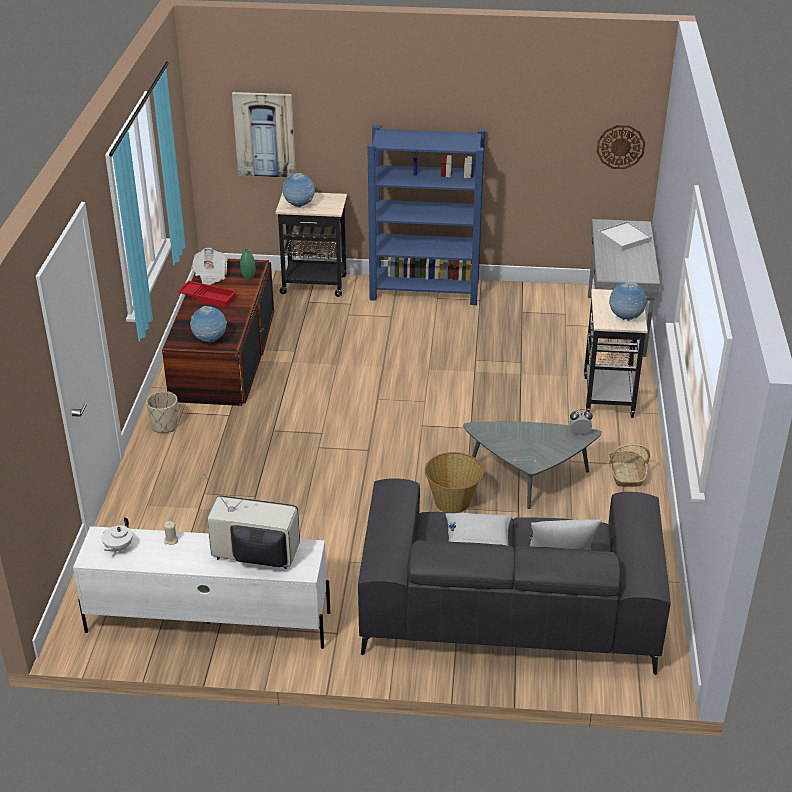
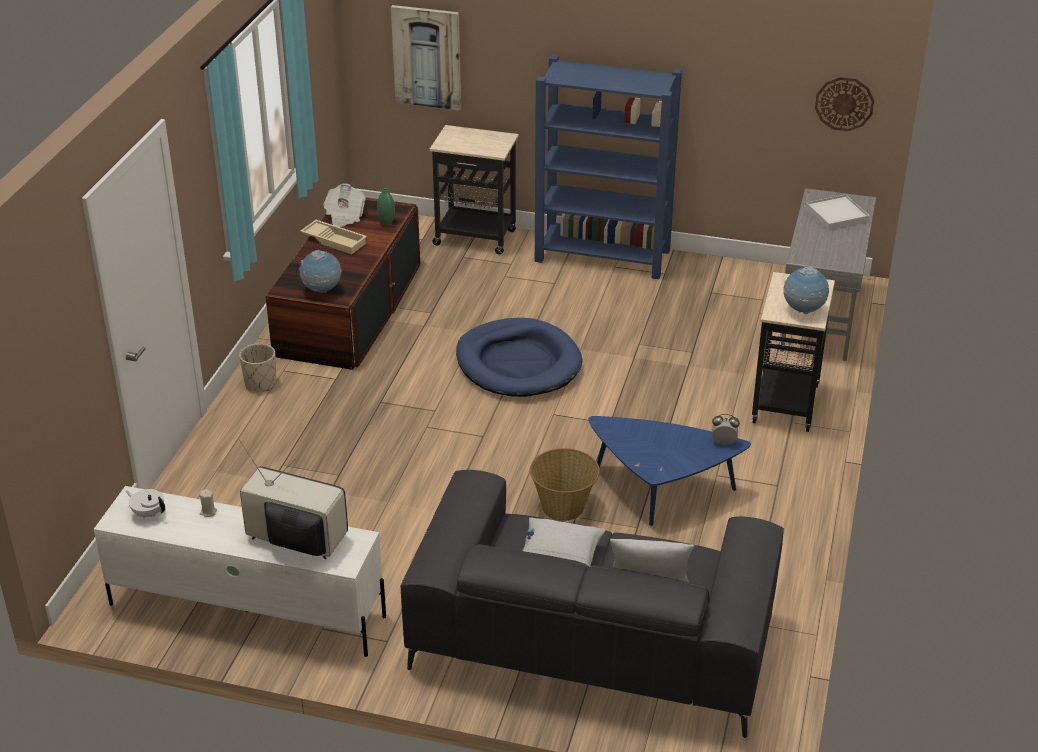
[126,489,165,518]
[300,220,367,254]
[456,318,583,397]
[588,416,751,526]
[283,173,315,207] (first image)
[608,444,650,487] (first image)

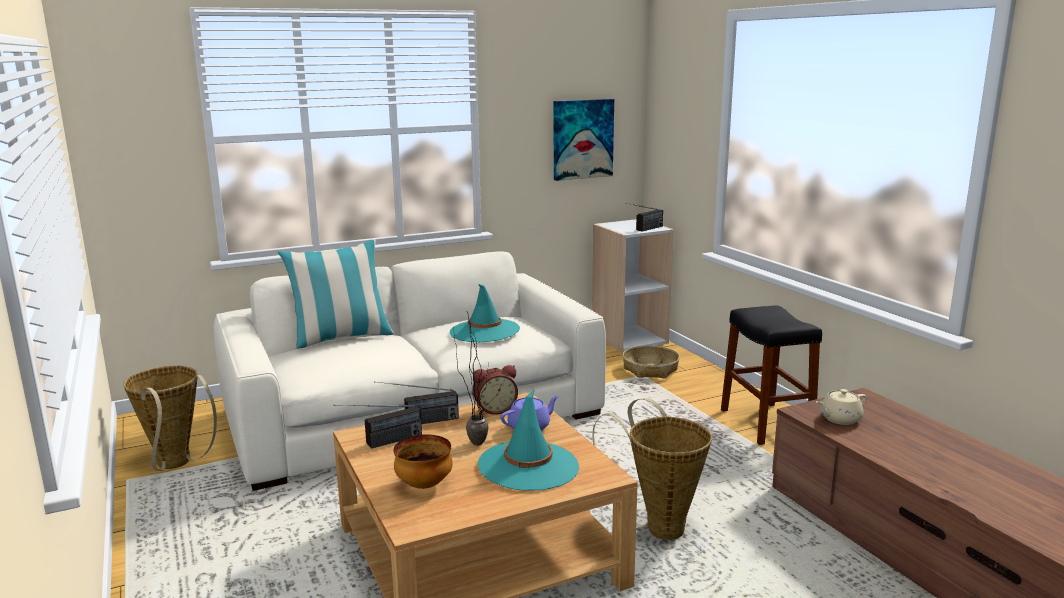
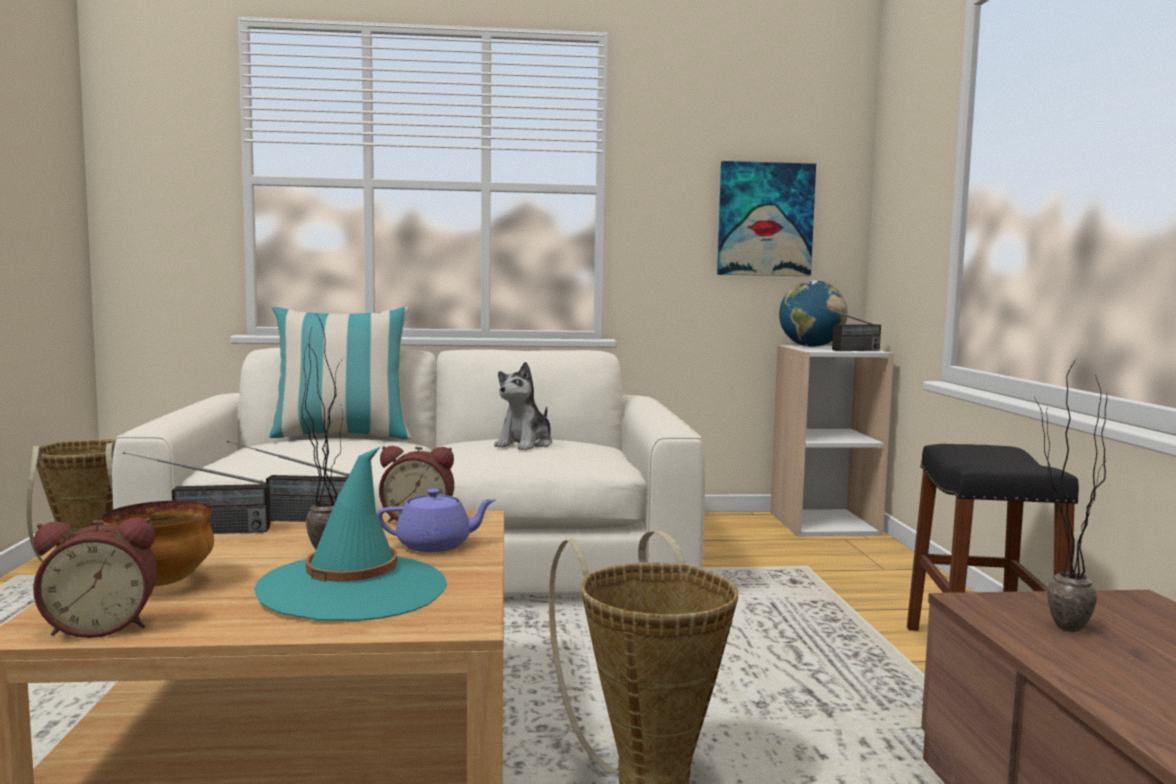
[33,517,157,638]
[494,362,552,451]
[779,280,847,347]
[1034,359,1107,632]
[623,345,680,379] (first image)

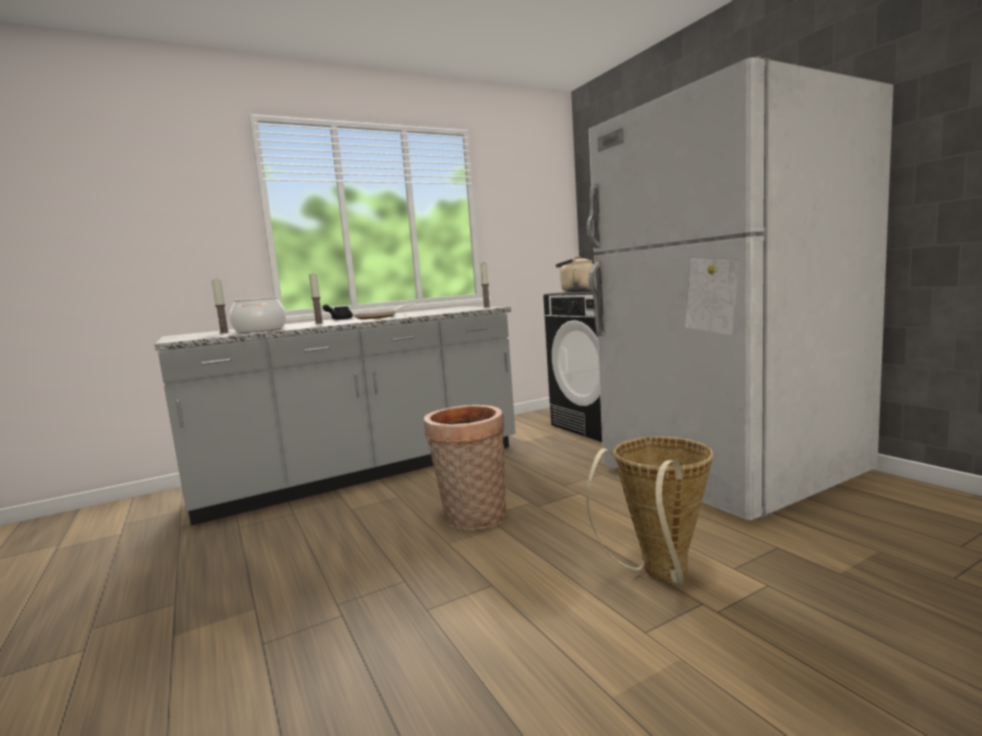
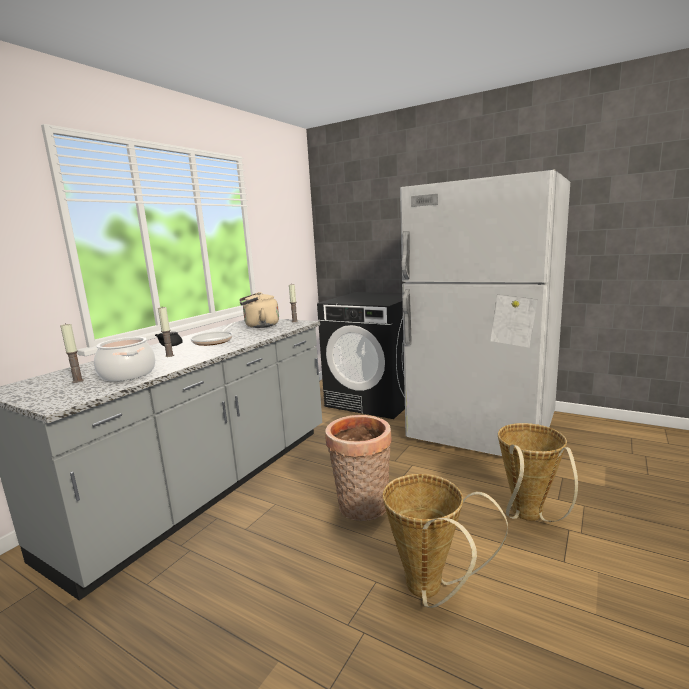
[239,292,279,328]
[382,474,508,608]

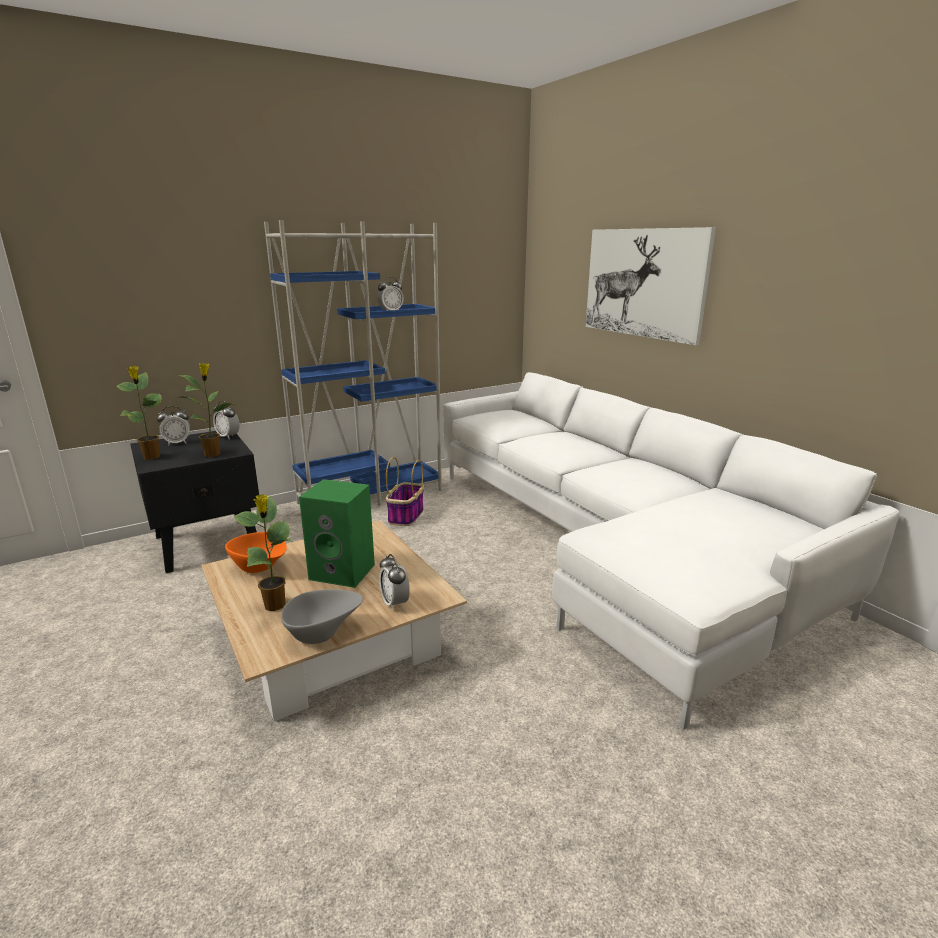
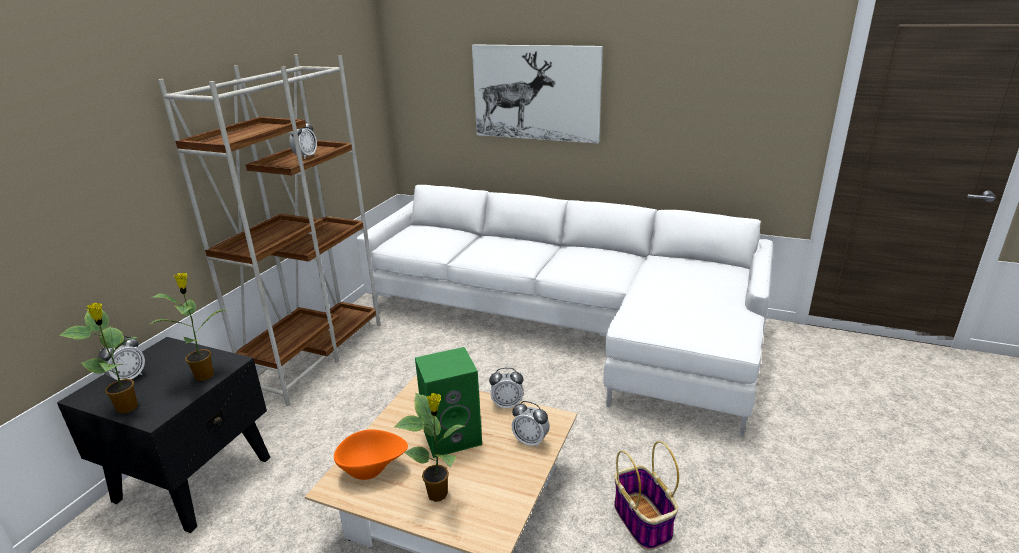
[158,54,380,406]
[489,367,524,409]
[614,441,679,550]
[281,589,363,644] (first image)

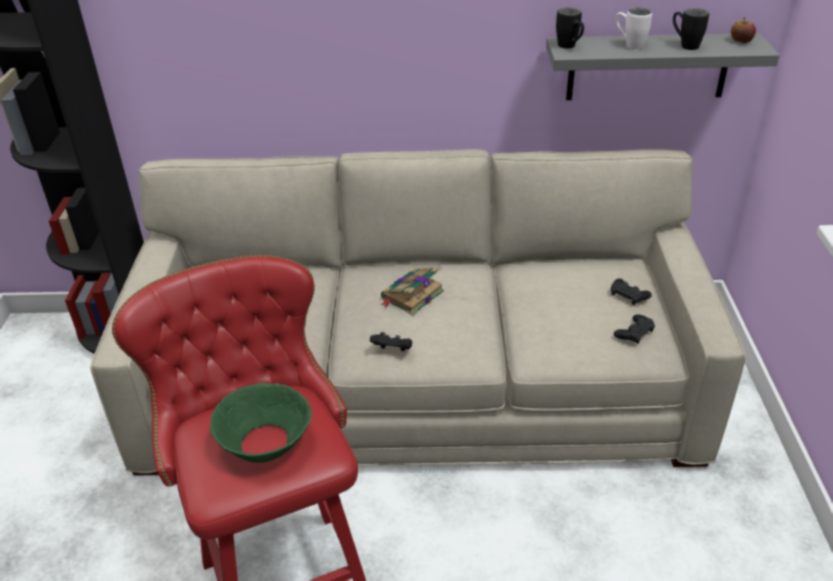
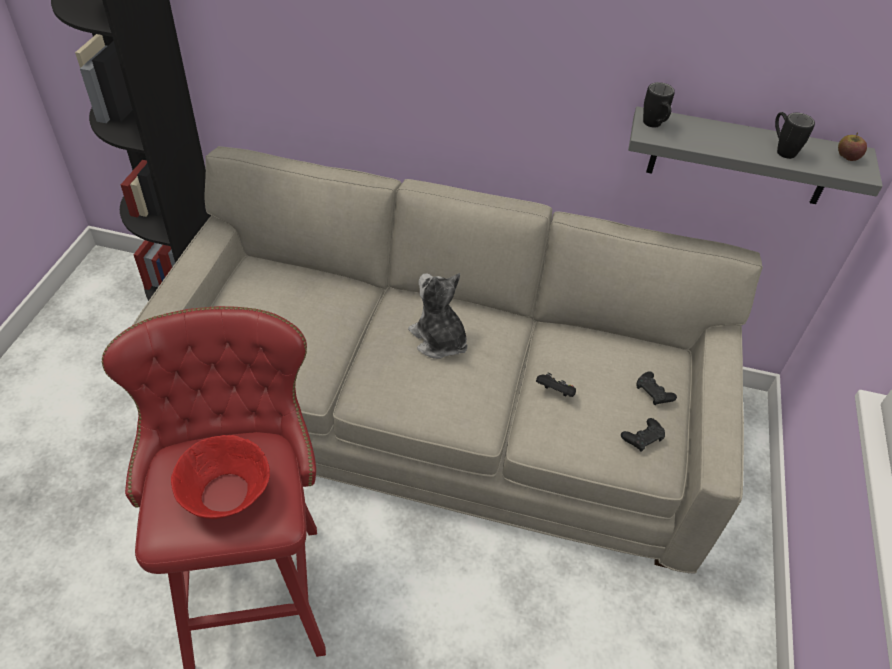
[171,435,270,519]
[408,273,468,359]
[536,372,576,397]
[616,8,652,49] (first image)

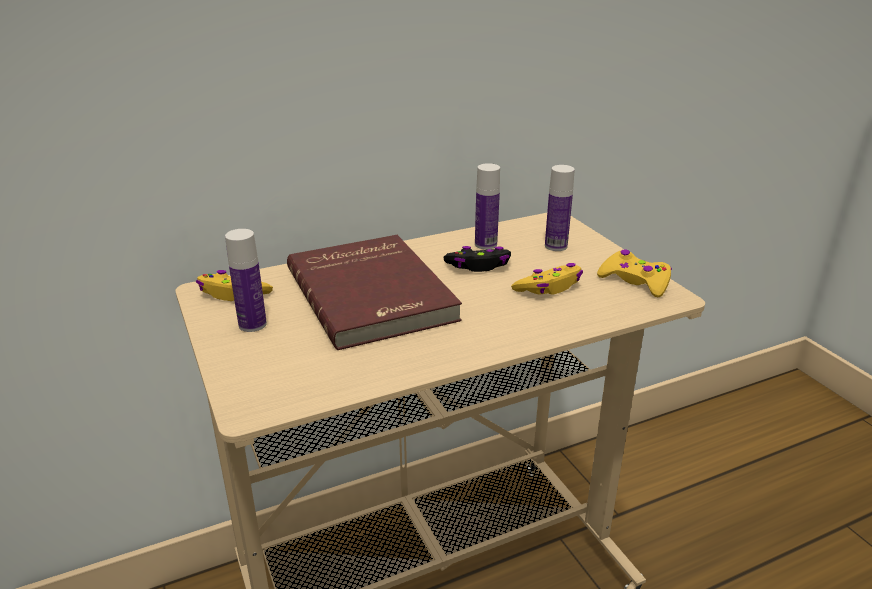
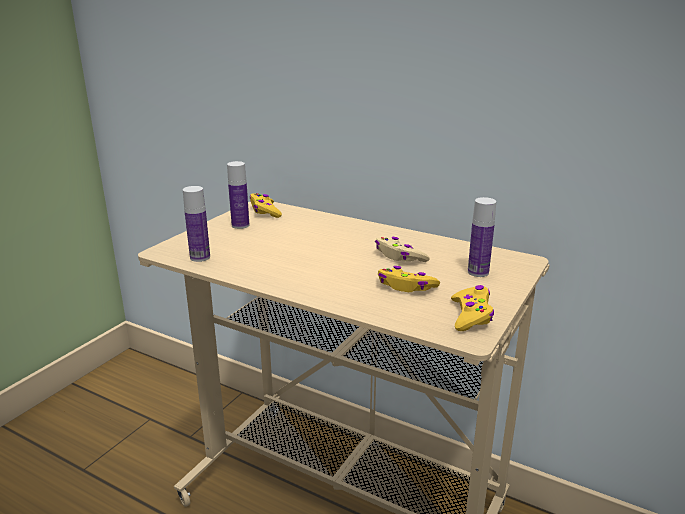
[183,186,210,262]
[375,237,430,262]
[287,235,462,350] (first image)

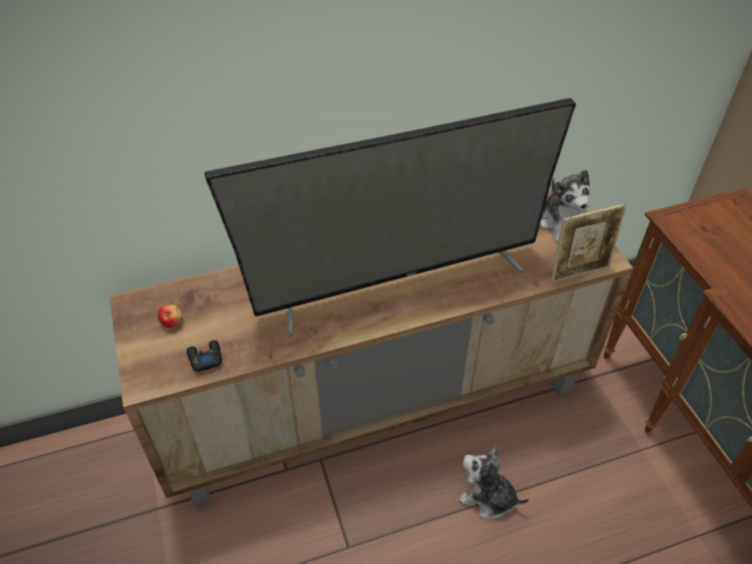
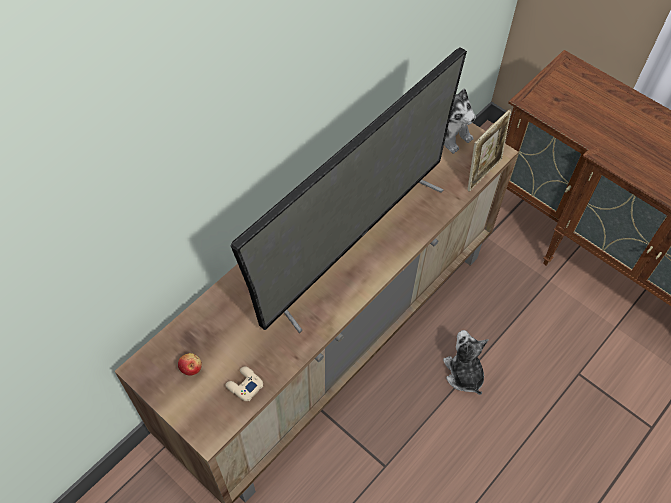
[225,366,263,401]
[443,330,489,395]

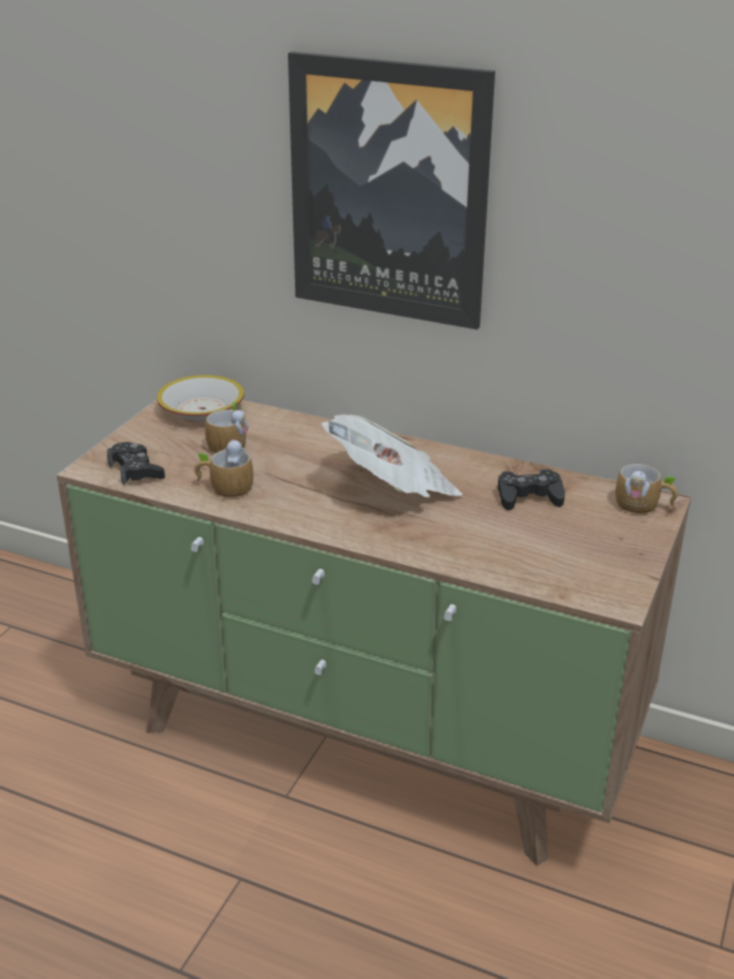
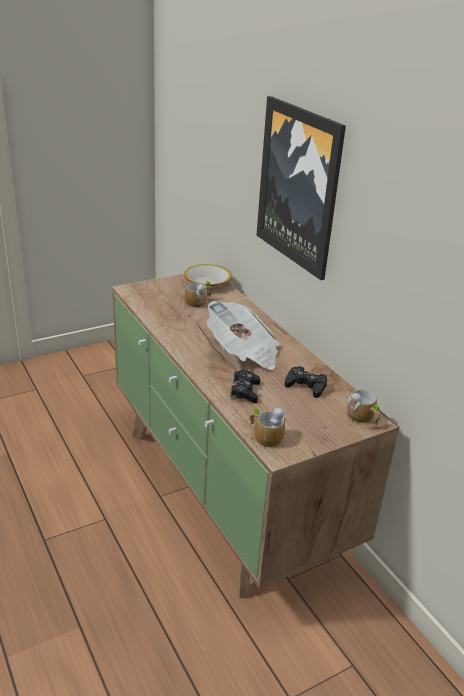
[230,370,260,403]
[250,407,286,448]

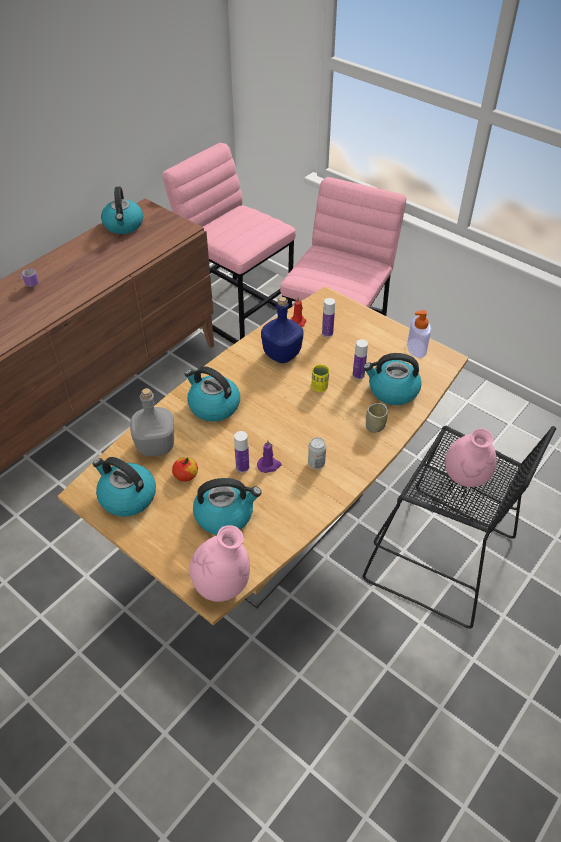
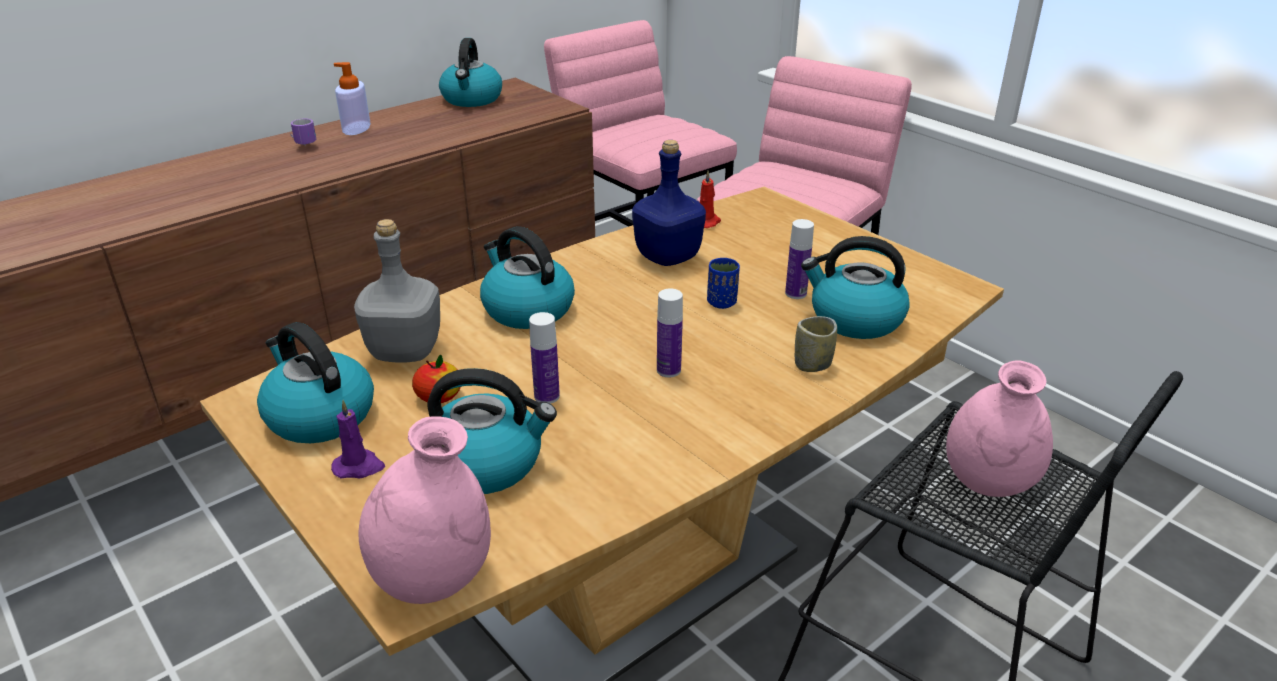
[331,400,385,478]
[334,62,371,135]
[657,289,683,377]
[707,257,740,309]
[308,437,326,469] (first image)

